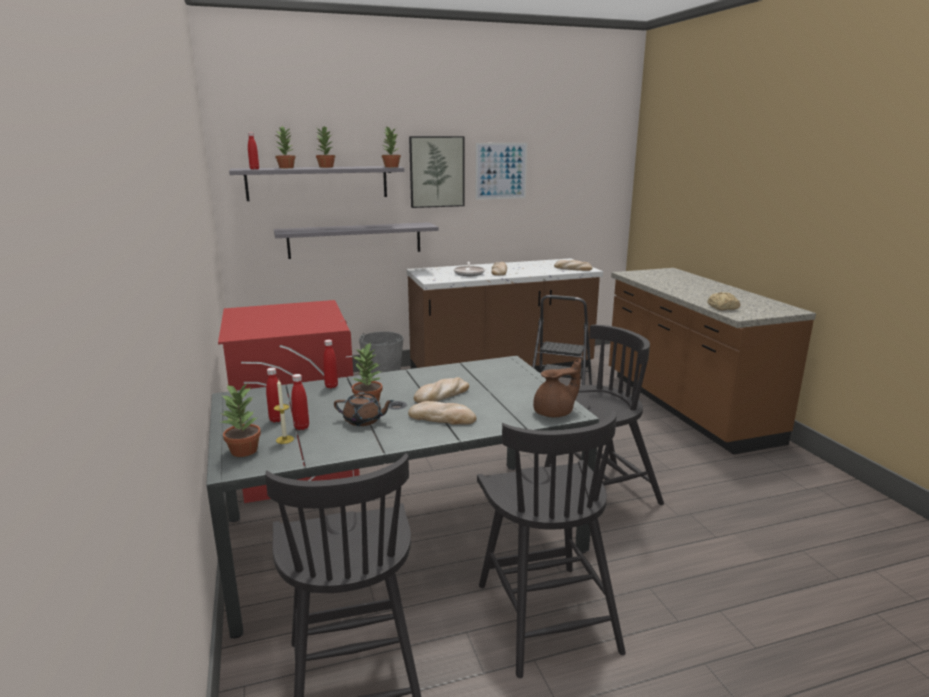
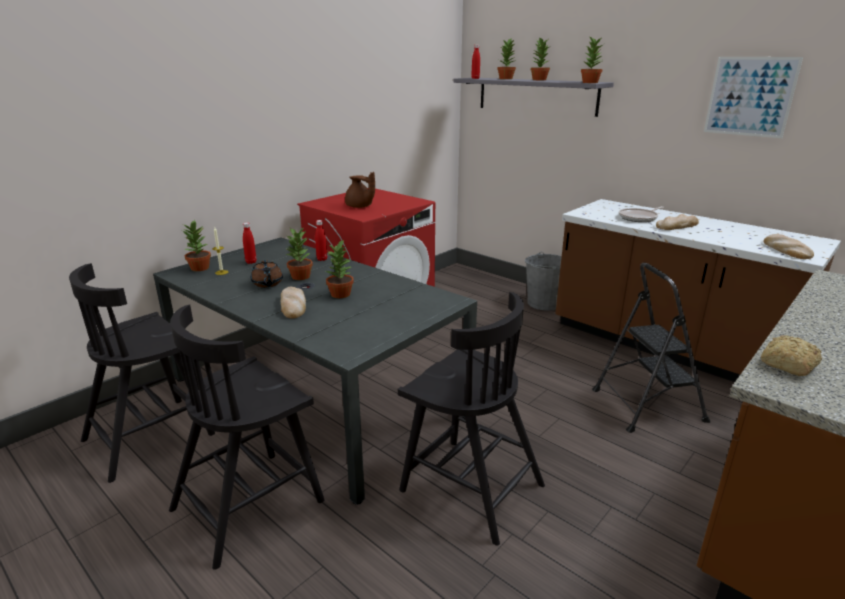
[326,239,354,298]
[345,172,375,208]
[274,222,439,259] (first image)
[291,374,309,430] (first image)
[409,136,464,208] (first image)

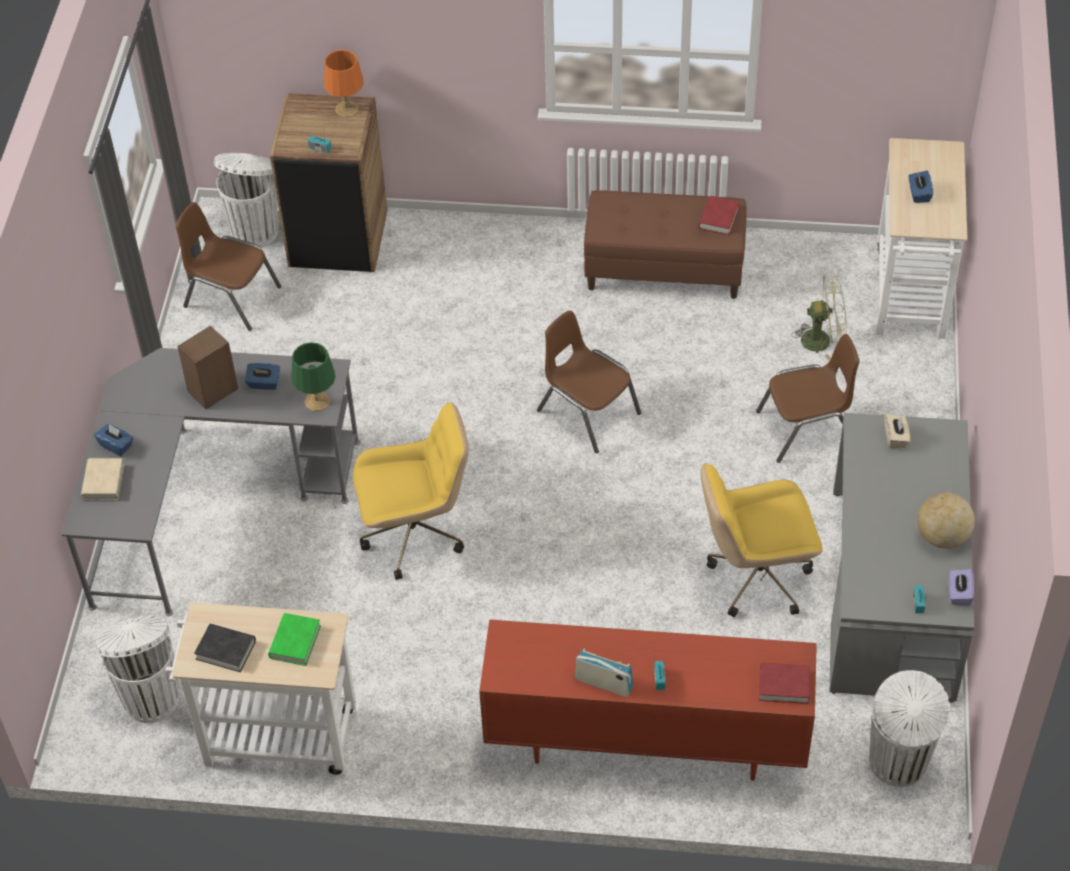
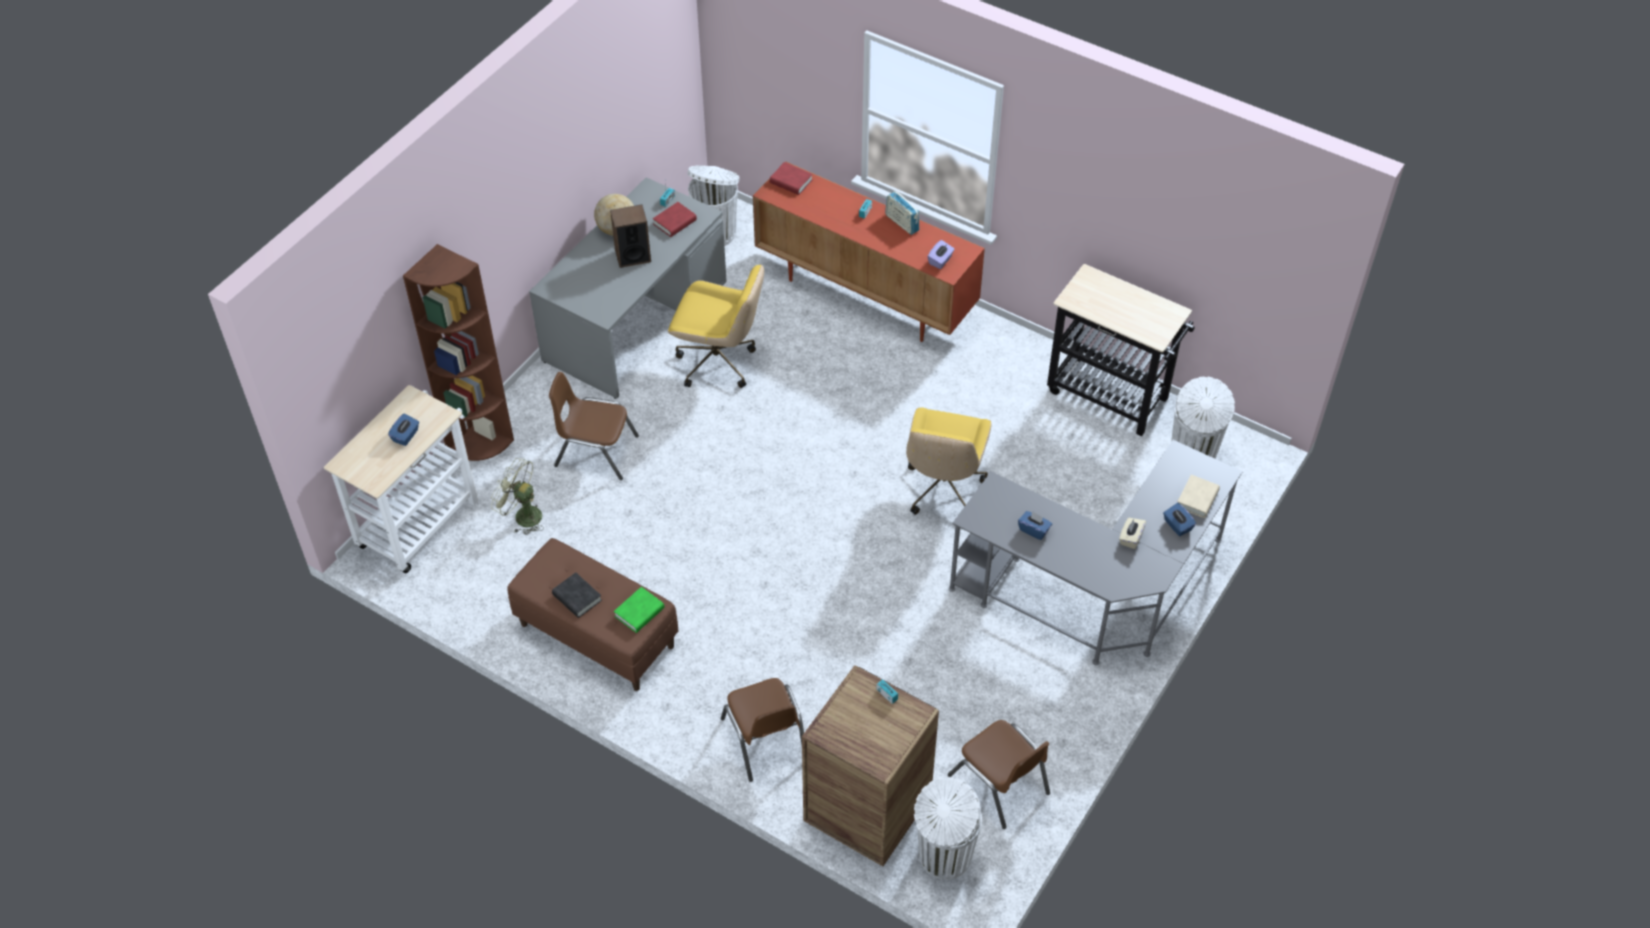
[403,244,514,461]
[552,572,602,618]
[610,205,651,268]
[614,587,664,633]
[653,202,697,237]
[721,678,804,782]
[906,407,992,515]
[927,240,954,269]
[1047,264,1195,436]
[1119,518,1146,549]
[291,342,336,411] (first image)
[324,50,364,117] (first image)

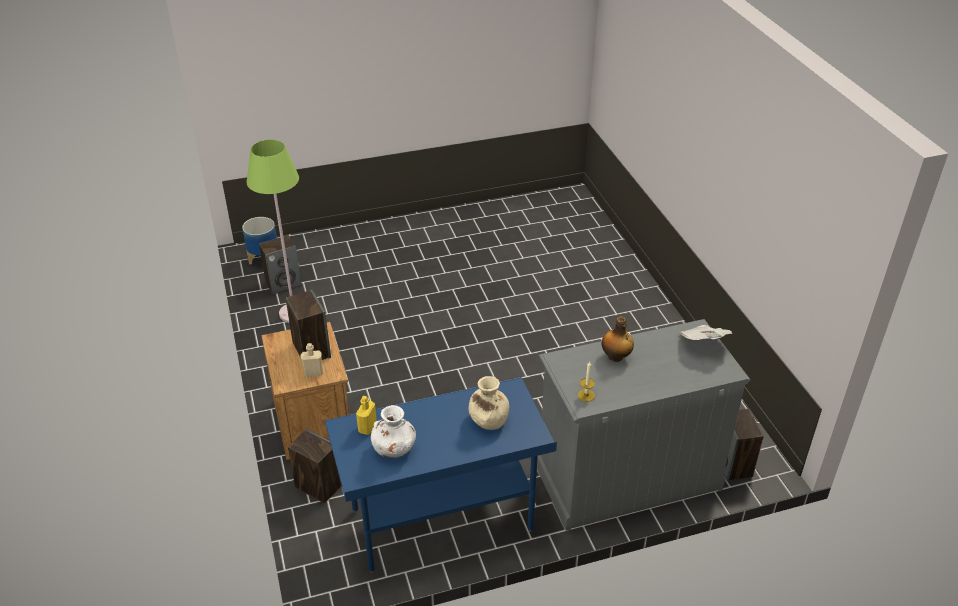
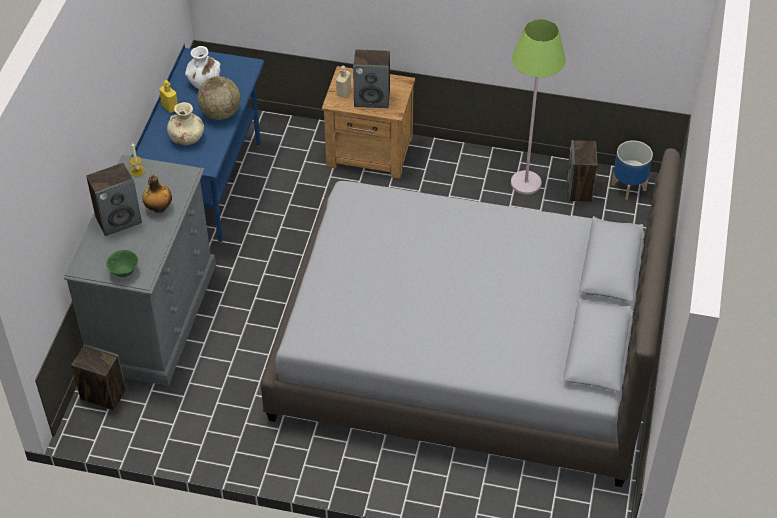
[86,163,142,236]
[106,250,138,277]
[159,80,178,113]
[197,76,241,120]
[261,148,681,487]

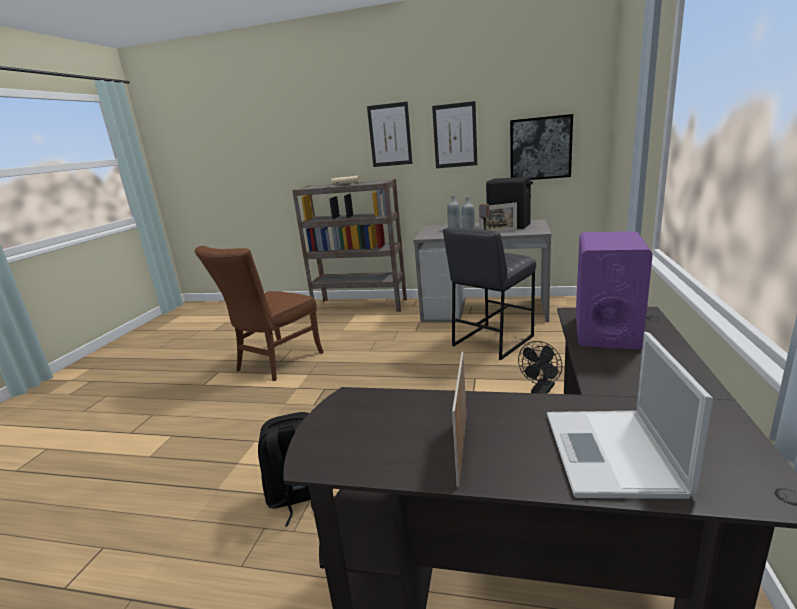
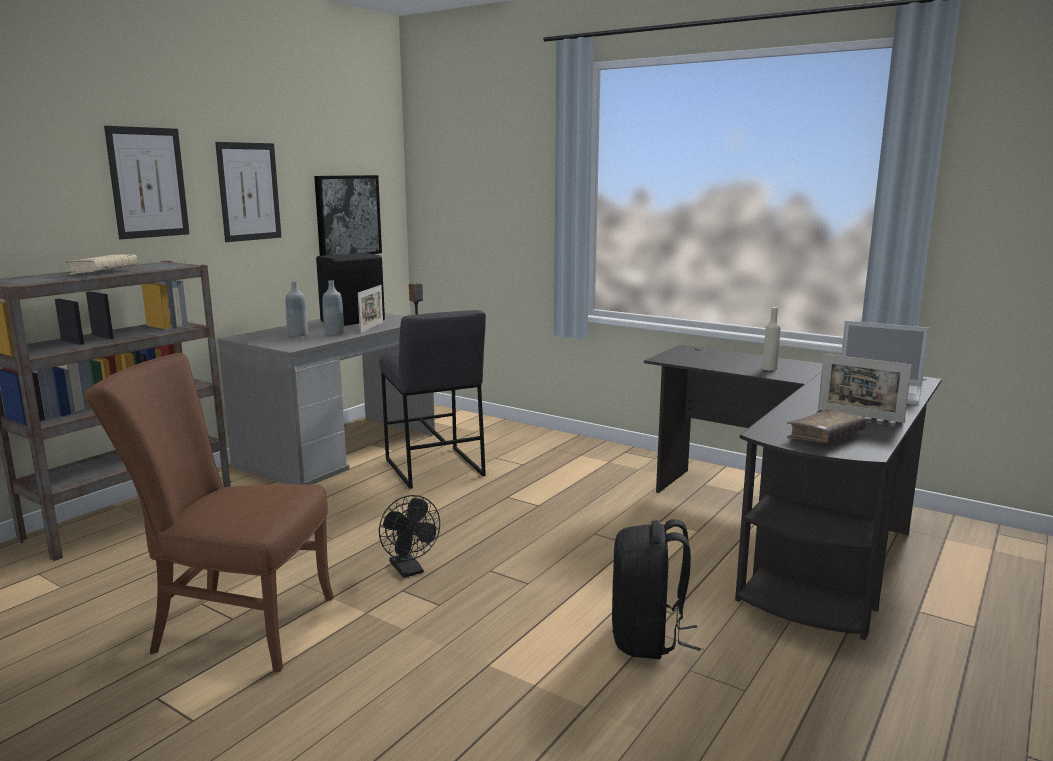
[83,353,334,672]
[379,495,440,578]
[762,307,781,371]
[787,409,866,443]
[576,231,653,349] (first image)

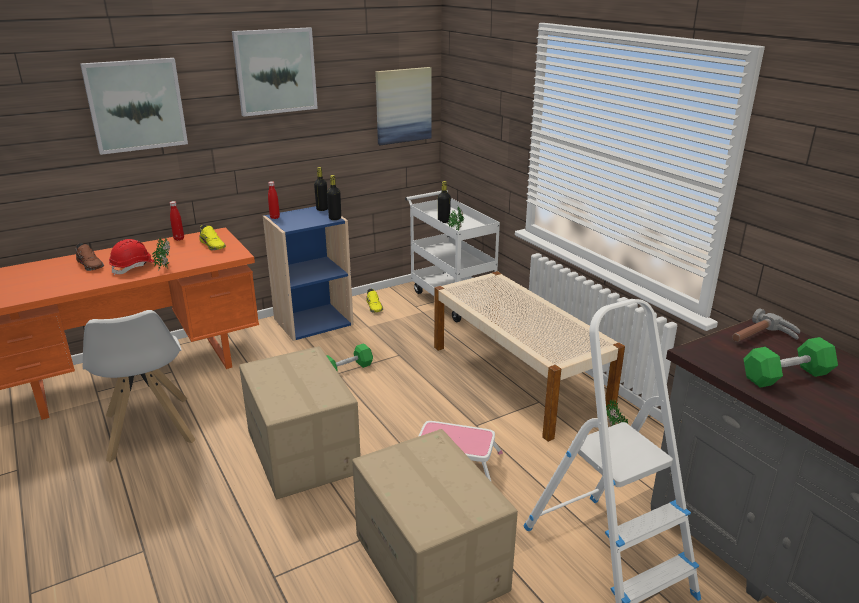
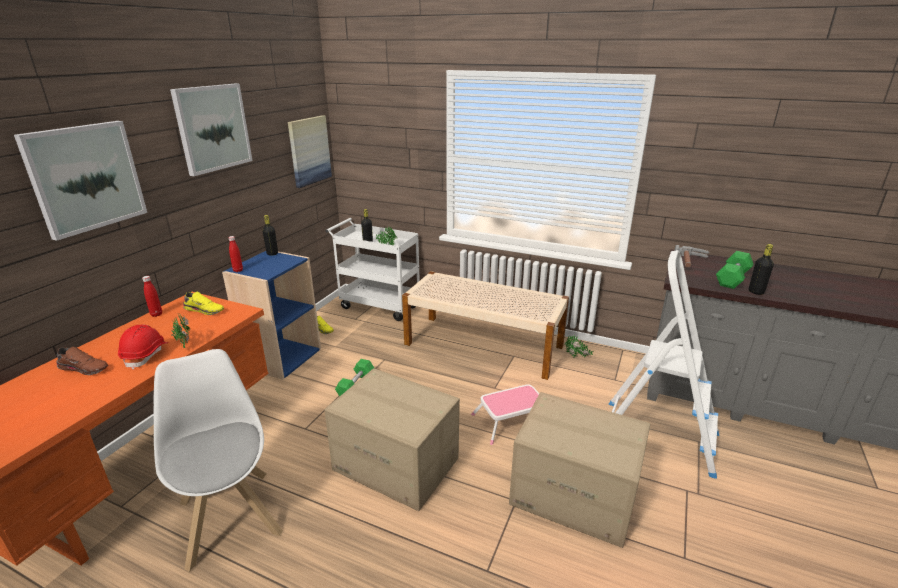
[154,349,283,572]
[749,244,774,295]

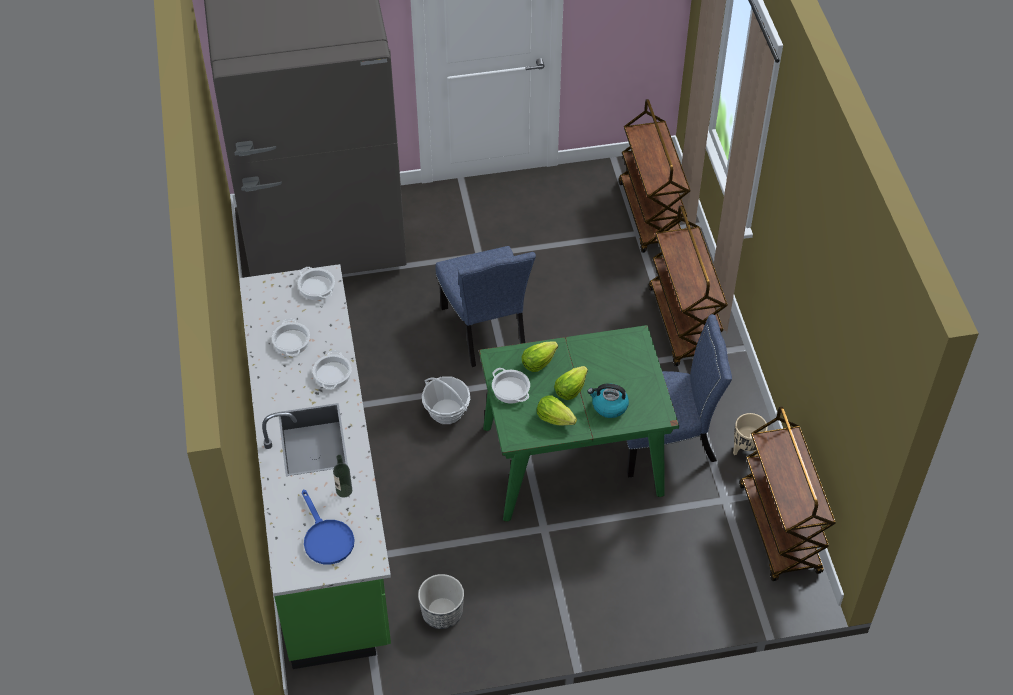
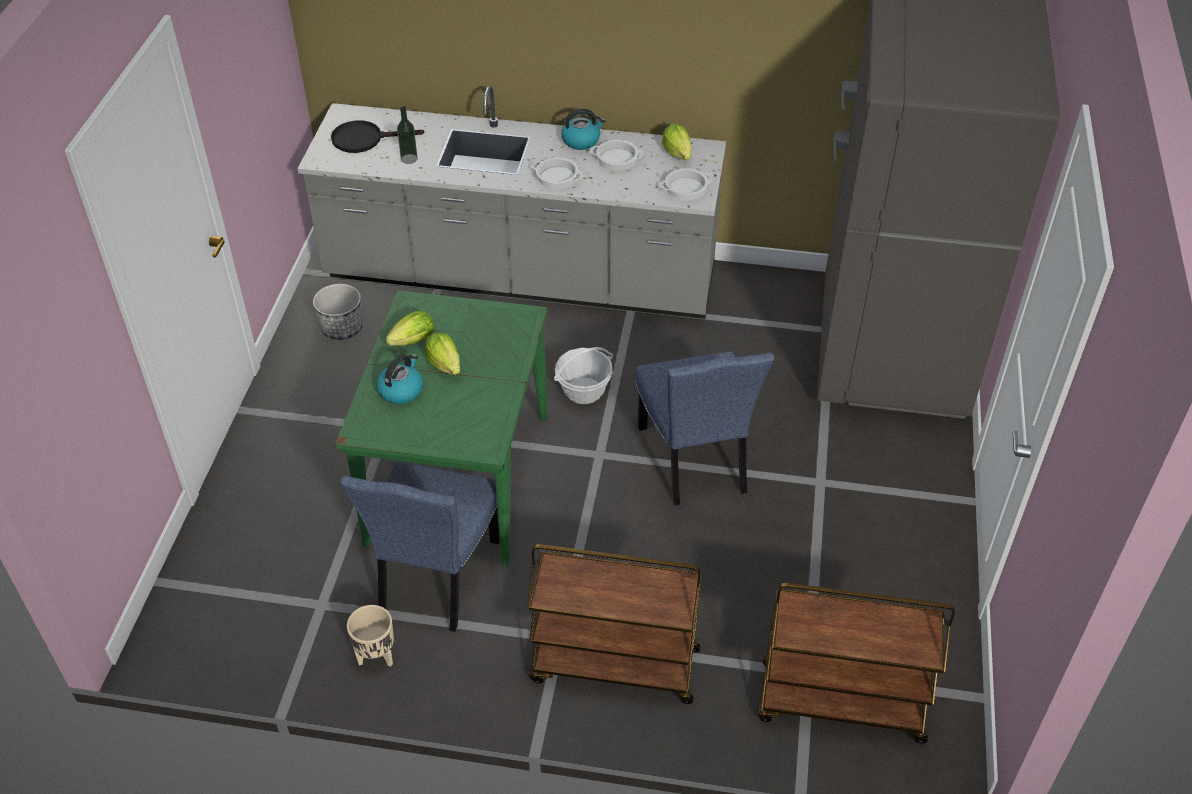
[297,86,726,319]
[331,120,424,153]
[561,109,606,150]
[635,352,774,506]
[662,124,692,160]
[492,368,530,404] (first image)
[739,407,836,581] (first image)

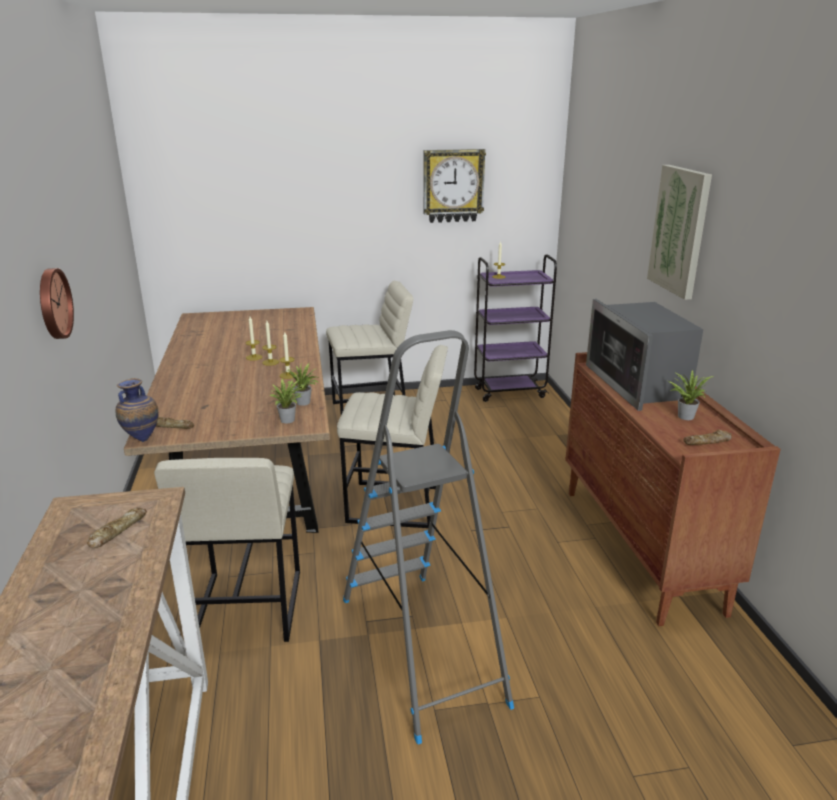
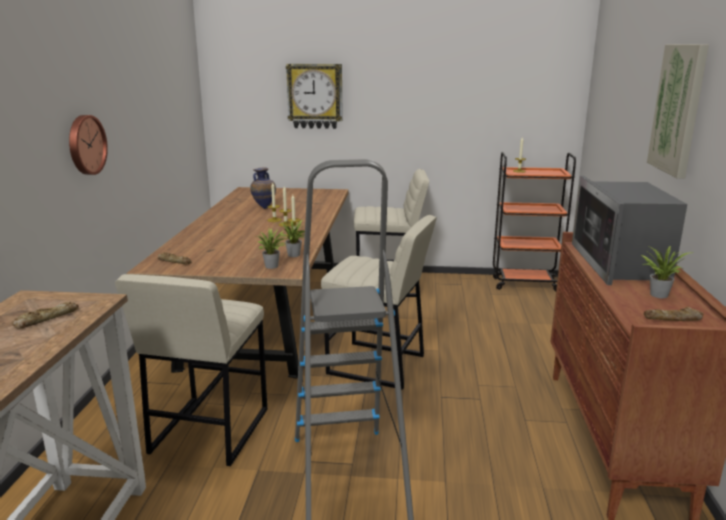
[250,167,276,209]
[286,64,343,129]
[493,152,576,291]

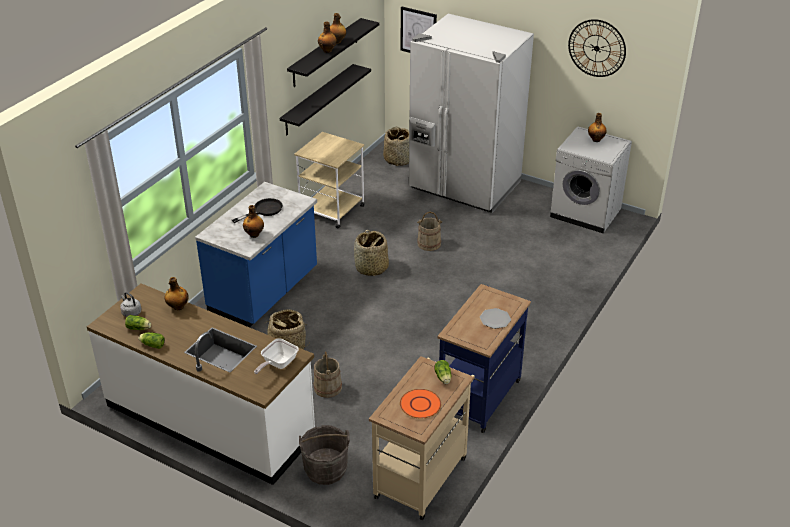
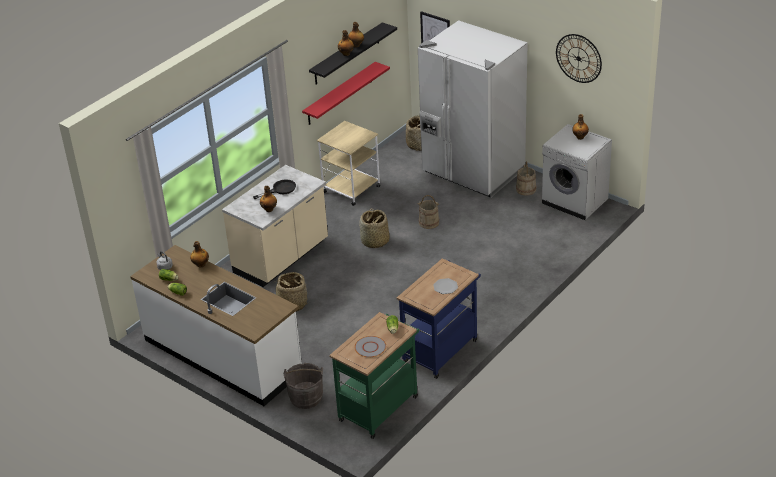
[222,165,328,287]
[302,62,390,125]
[329,312,419,439]
[355,336,386,357]
[516,161,536,196]
[254,338,299,374] (first image)

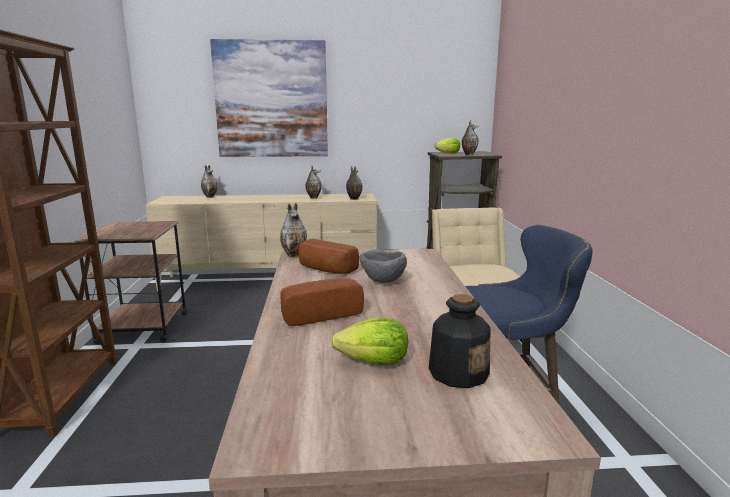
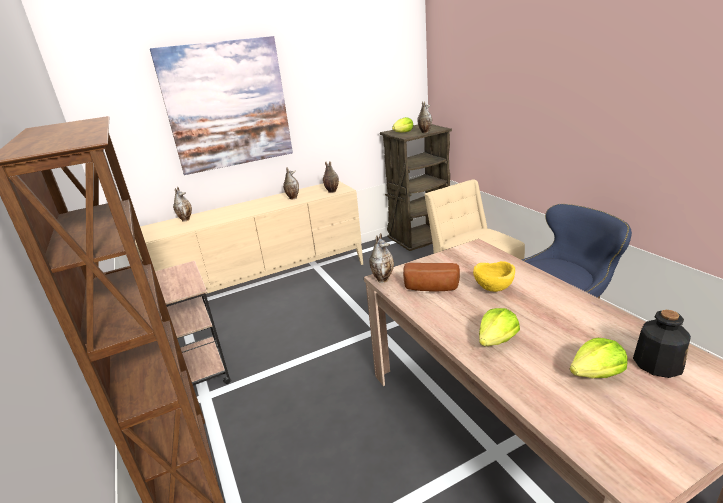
[473,261,515,292]
[479,308,520,346]

